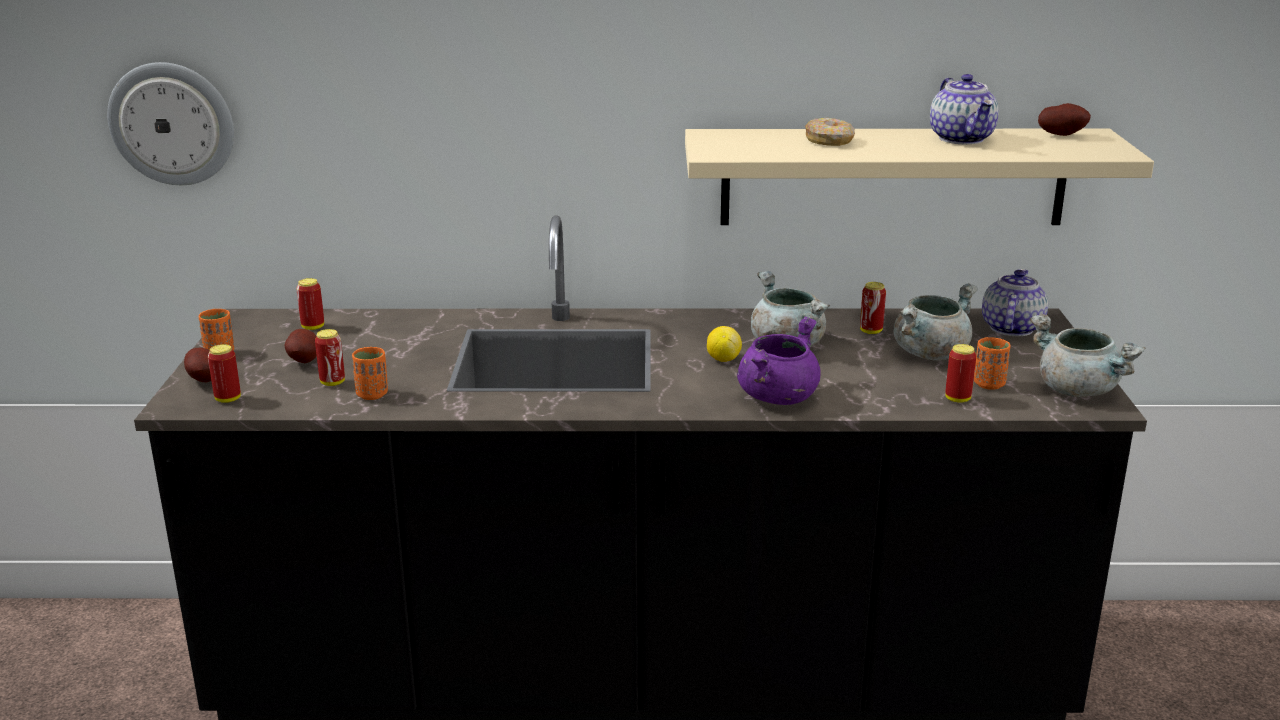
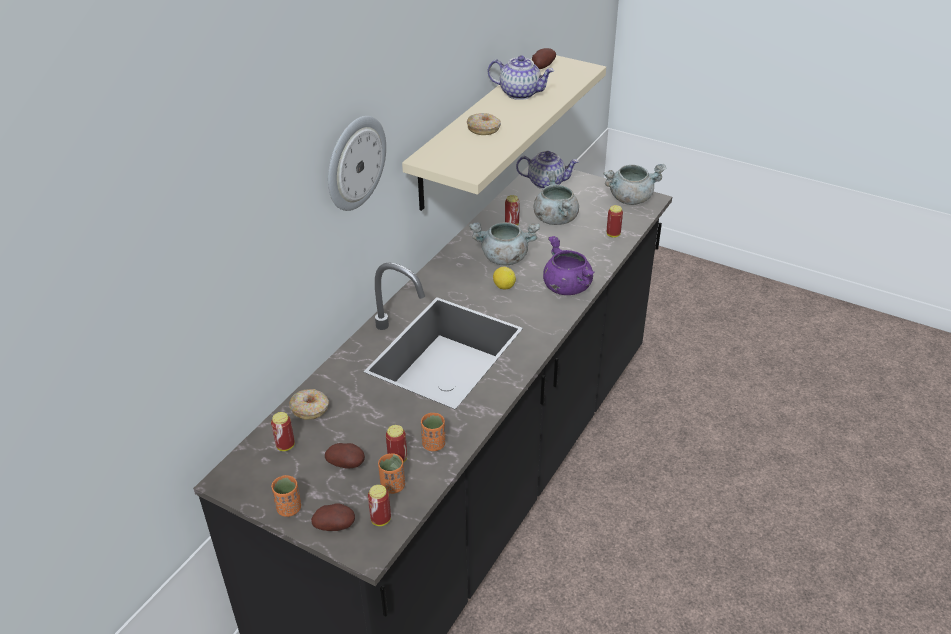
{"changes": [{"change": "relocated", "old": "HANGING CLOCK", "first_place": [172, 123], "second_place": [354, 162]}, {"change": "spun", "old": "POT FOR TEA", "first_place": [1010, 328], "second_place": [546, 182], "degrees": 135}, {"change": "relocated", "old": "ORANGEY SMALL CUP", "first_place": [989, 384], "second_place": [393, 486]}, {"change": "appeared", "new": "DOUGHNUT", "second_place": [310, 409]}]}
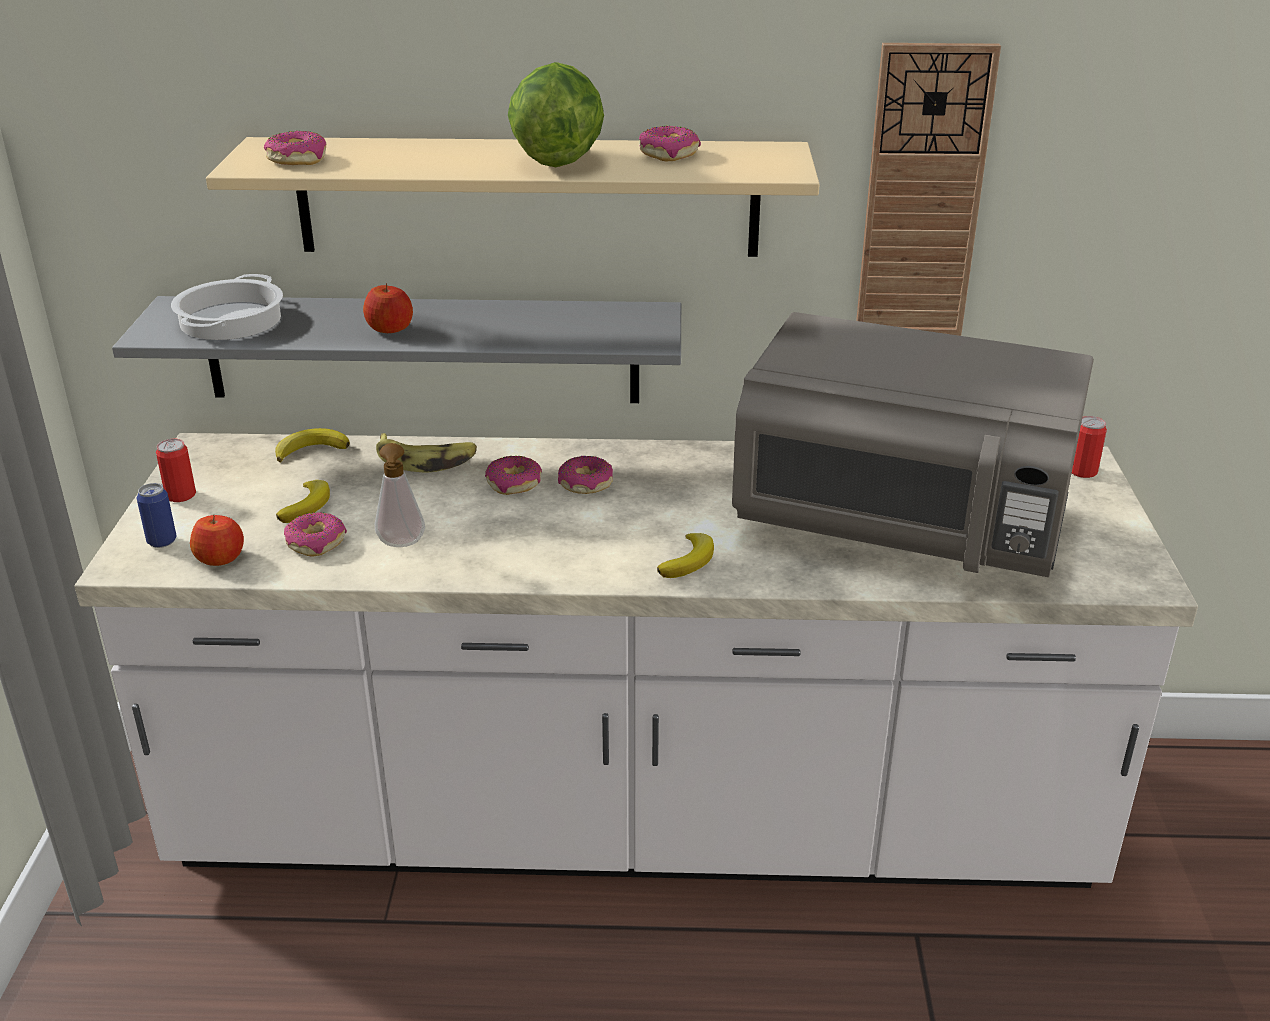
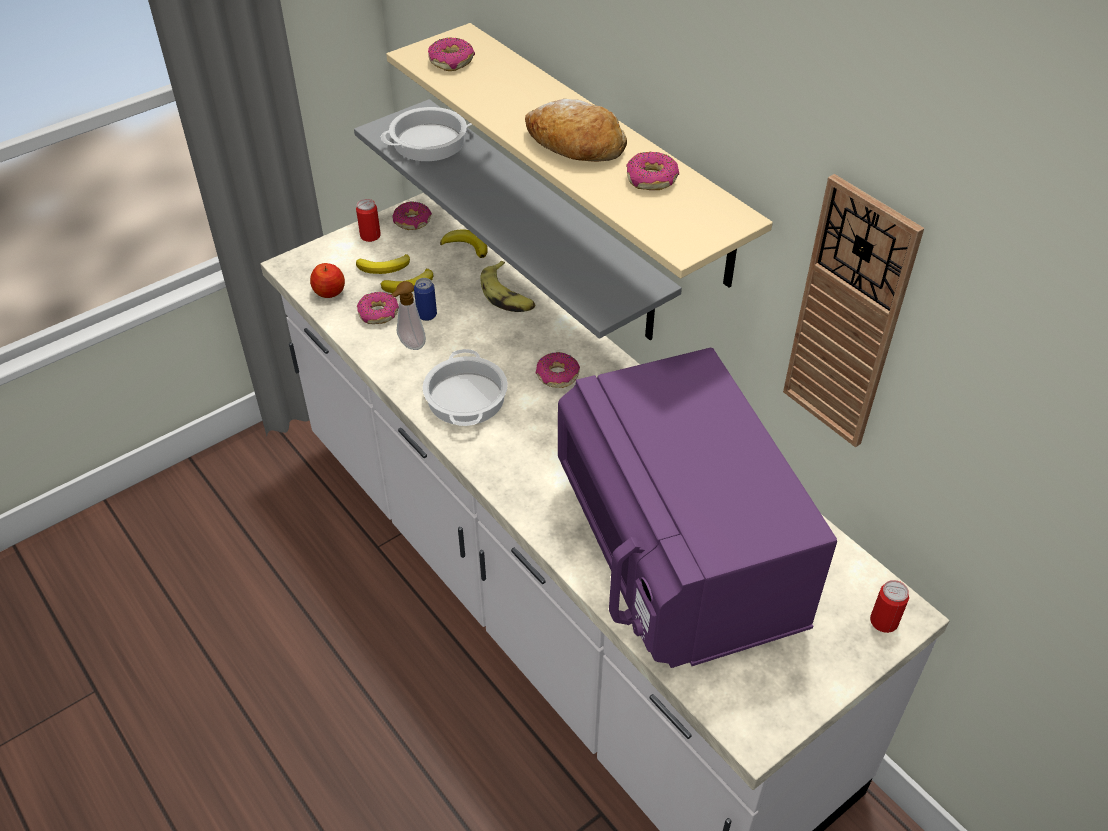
{"changes": [{"change": "exchanged", "old": "LETTUCE HEAD", "new": "BAKERY BREAD", "first_place": [557, 161], "second_place": [574, 145]}, {"change": "missing", "old": "APPLE FRUIT", "first_place": [390, 329]}, {"change": "colour", "old": "GREYISH MICROWAVE OVEN", "new": "PURPLE-COLOURED MICROWAVE OVEN", "first_place": [901, 528], "second_place": [676, 555]}, {"change": "relocated", "old": "DOUGHNUT", "first_place": [514, 483], "second_place": [412, 221]}, {"change": "relocated", "old": "CAN", "first_place": [162, 541], "second_place": [427, 315]}, {"change": "relocated", "old": "BANANA FRUIT", "first_place": [689, 560], "second_place": [385, 267]}, {"change": "appeared", "new": "SAUCEPOT", "second_place": [465, 397]}]}
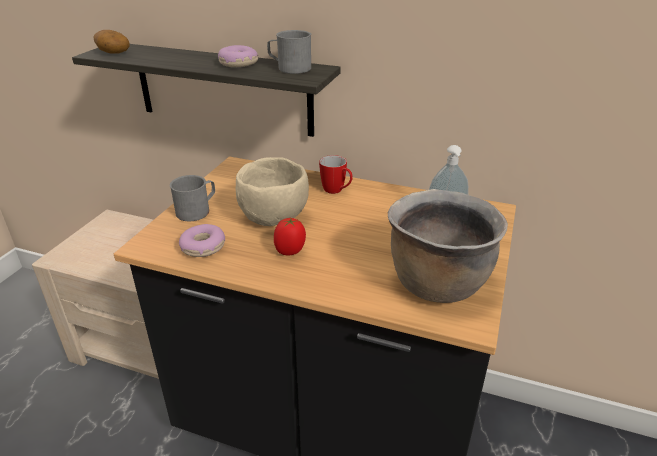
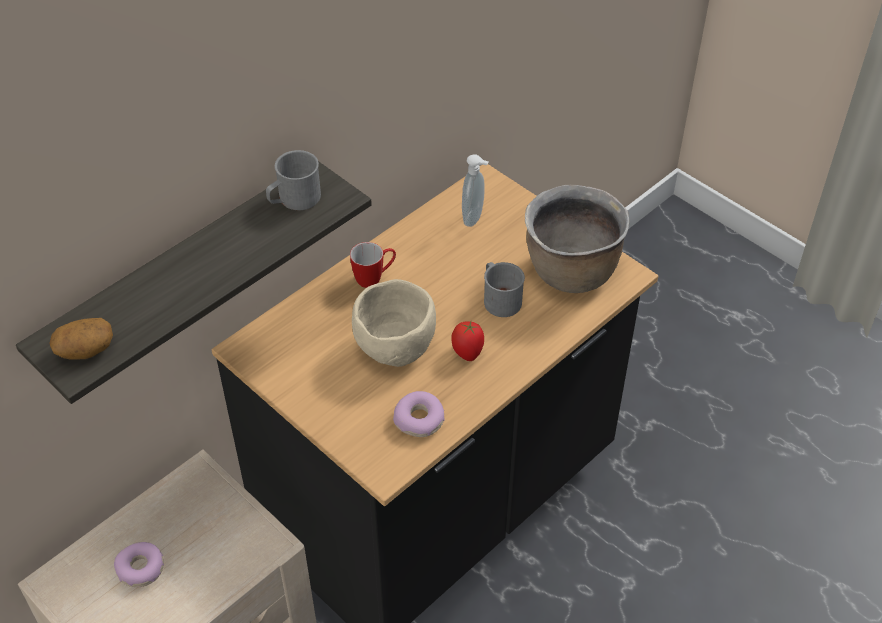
{"changes": [{"change": "relocated", "old": "DOUGHNUT", "first_place": [238, 63], "second_place": [141, 569]}, {"change": "relocated", "old": "GREYISH MUG", "first_place": [197, 210], "second_place": [499, 298]}]}
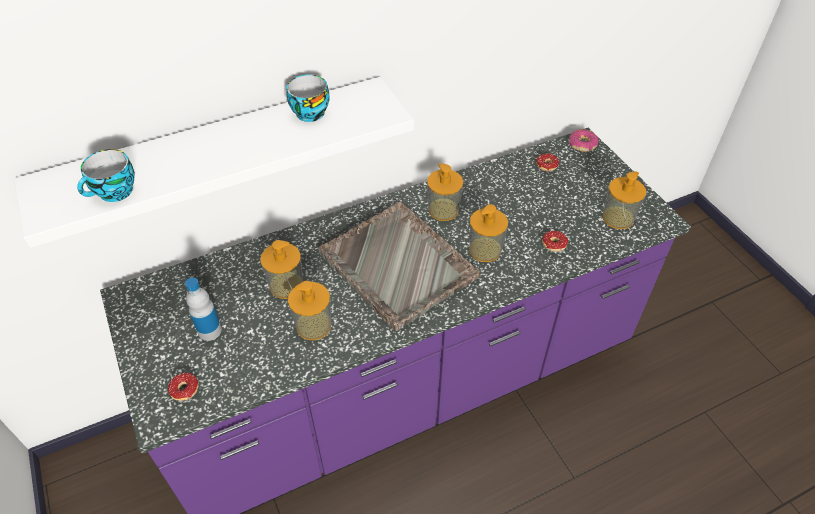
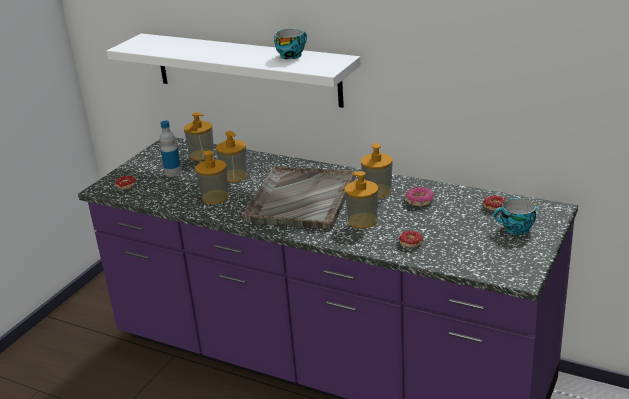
{"changes": [{"change": "relocated", "old": "DOUGHNUT", "first_place": [582, 144], "second_place": [419, 201]}, {"change": "relocated", "old": "SMALL CUP", "first_place": [114, 193], "second_place": [515, 229]}, {"change": "relocated", "old": "SOAP BOTTLE", "first_place": [618, 218], "second_place": [202, 155]}]}
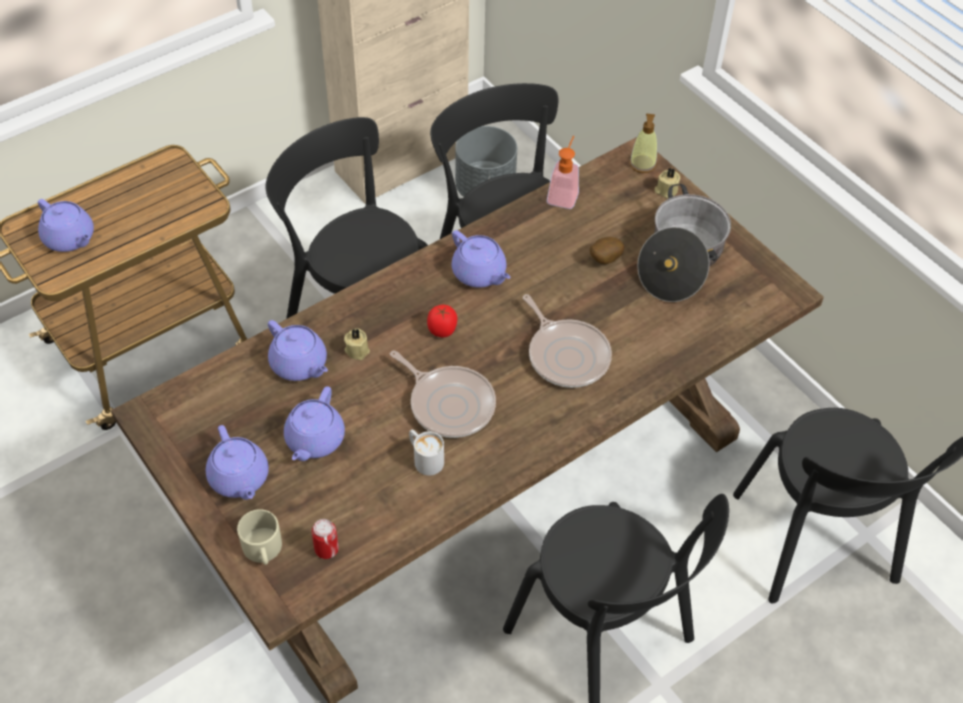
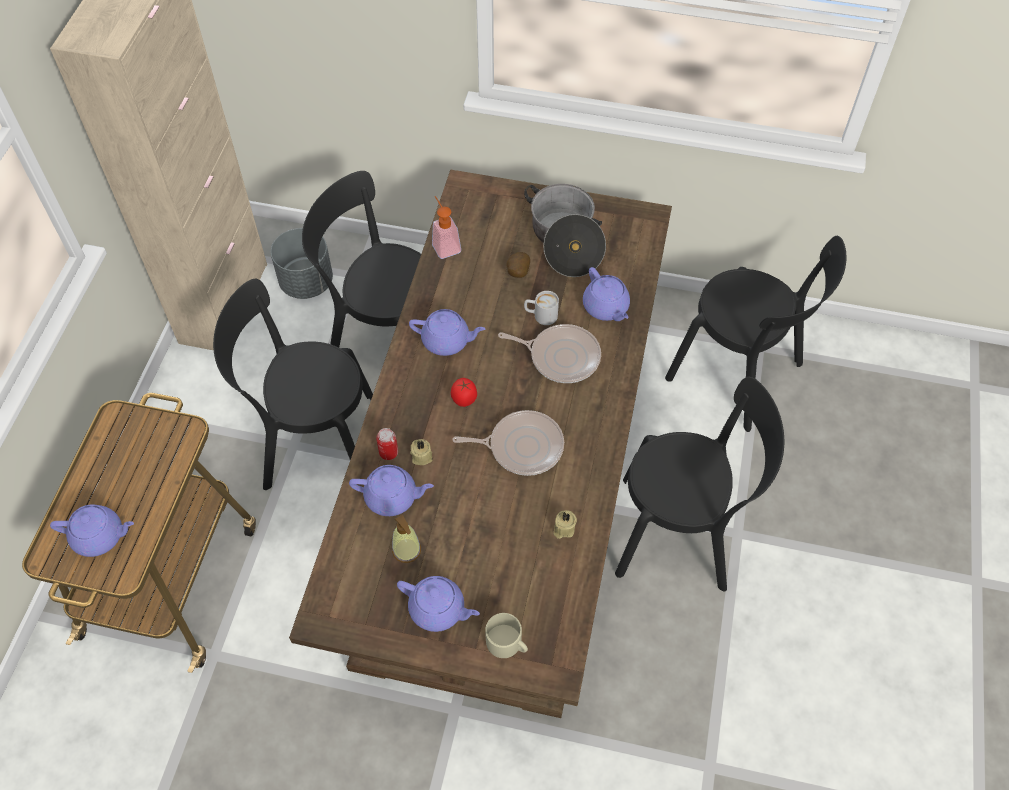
{"changes": [{"change": "relocated", "old": "SOAP BOTTLE", "first_place": [642, 164], "second_place": [407, 550]}, {"change": "relocated", "old": "BEIGE-COLOURED WAX CANDLE", "first_place": [666, 190], "second_place": [563, 529]}, {"change": "relocated", "old": "PURPLE-COLOURED POT FOR TEA", "first_place": [314, 440], "second_place": [606, 307]}, {"change": "relocated", "old": "WHITISH MUG", "first_place": [424, 458], "second_place": [540, 315]}, {"change": "relocated", "old": "CAN", "first_place": [326, 549], "second_place": [388, 452]}]}
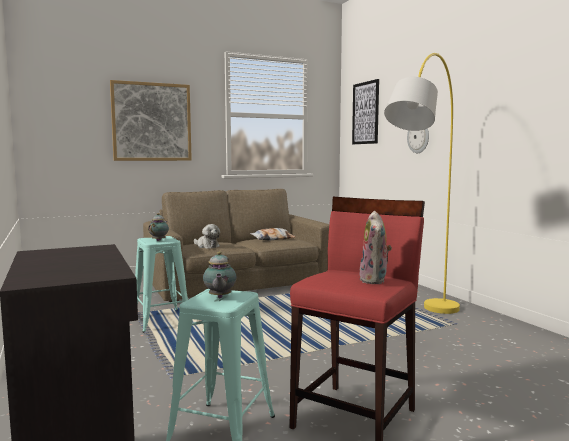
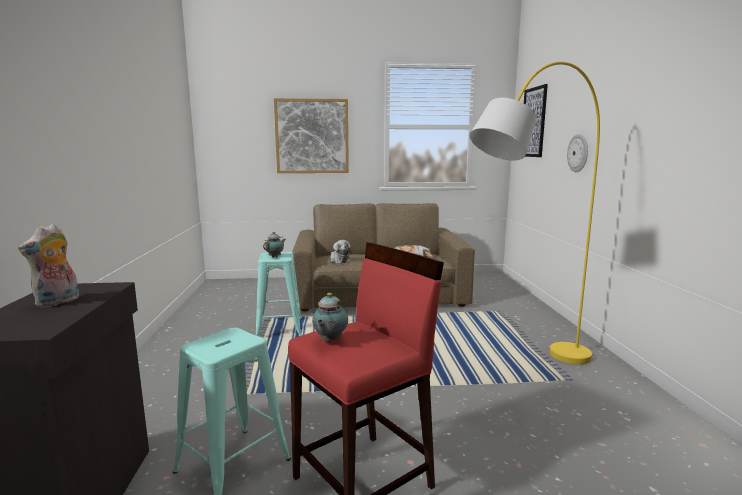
{"changes": [{"change": "relocated", "old": "PLUSH TOY", "first_place": [375, 280], "second_place": [58, 302]}, {"change": "relocated", "old": "POT FOR TEA", "first_place": [219, 297], "second_place": [329, 341]}]}
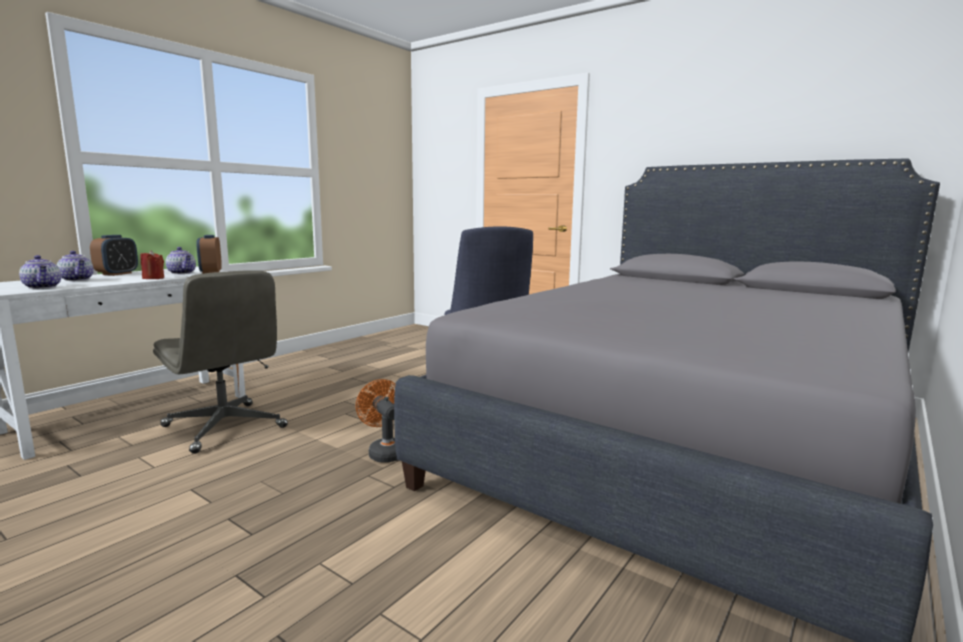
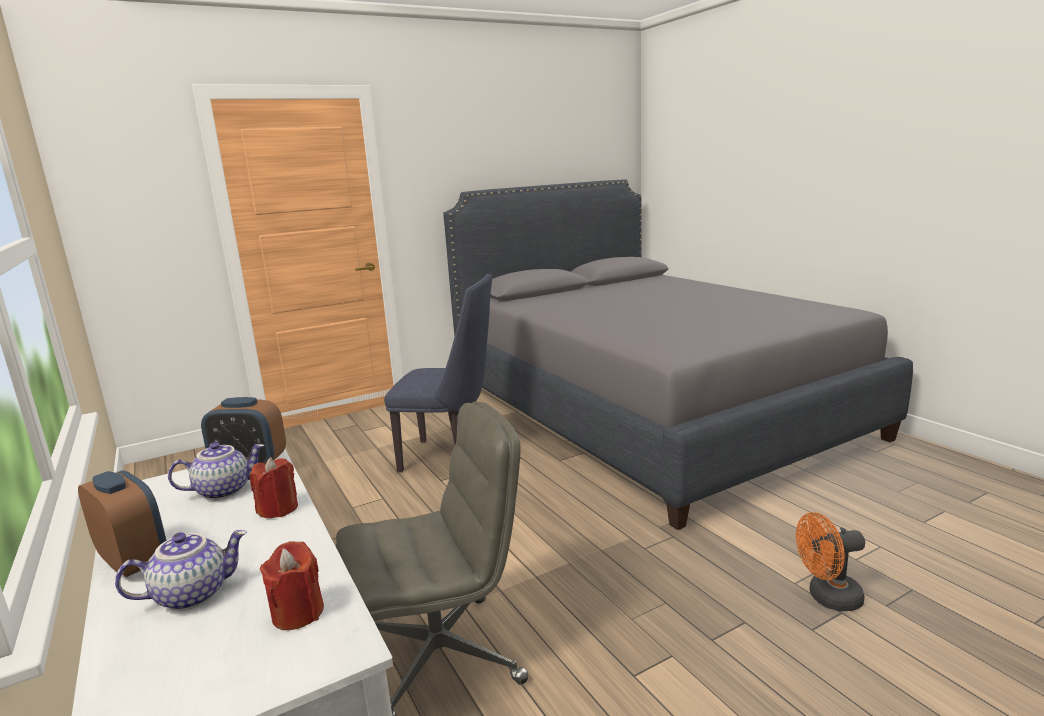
{"changes": [{"change": "exchanged", "old": "POT FOR TEA", "new": "RED-COLOURED WAX CANDLE", "first_place": [43, 287], "second_place": [298, 613]}, {"change": "relocated", "old": "ORANGEY COOLING FAN", "first_place": [385, 452], "second_place": [827, 598]}]}
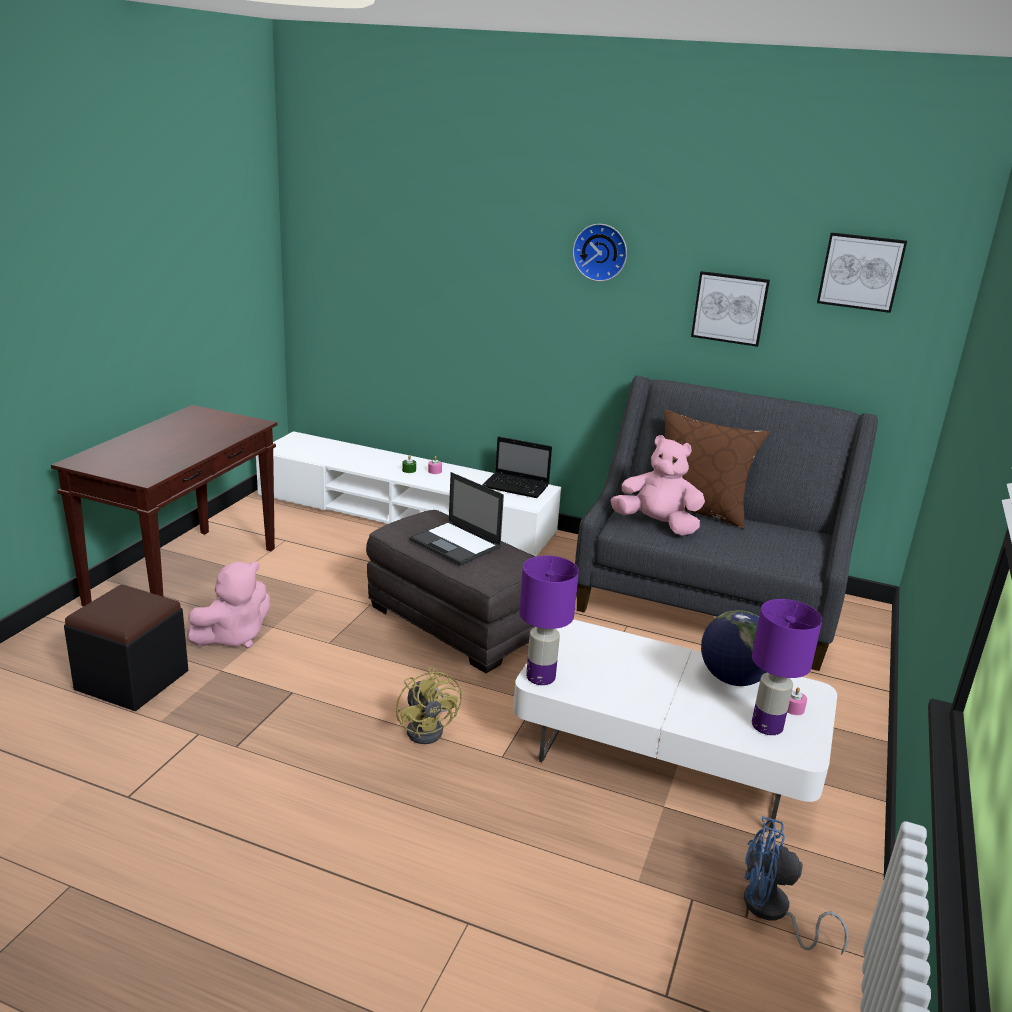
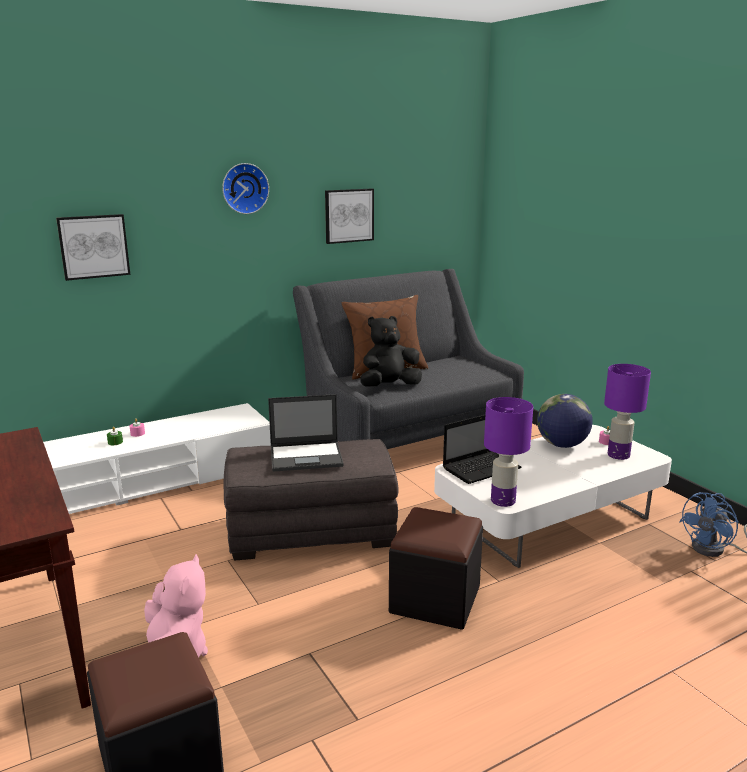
{"changes": [{"change": "relocated", "old": "PICTURE", "first_place": [861, 272], "second_place": [93, 246]}, {"change": "colour", "old": "PINK-COLOURED PLUSH TOY", "new": "BLACK PLUSH TOY", "first_place": [657, 525], "second_place": [389, 386]}, {"change": "relocated", "old": "NOTEBOOK COMPUTER", "first_place": [517, 486], "second_place": [482, 468]}, {"change": "exchanged", "old": "YELLOW COOLING FAN", "new": "BLACK POUFFE", "first_place": [429, 728], "second_place": [435, 599]}]}
